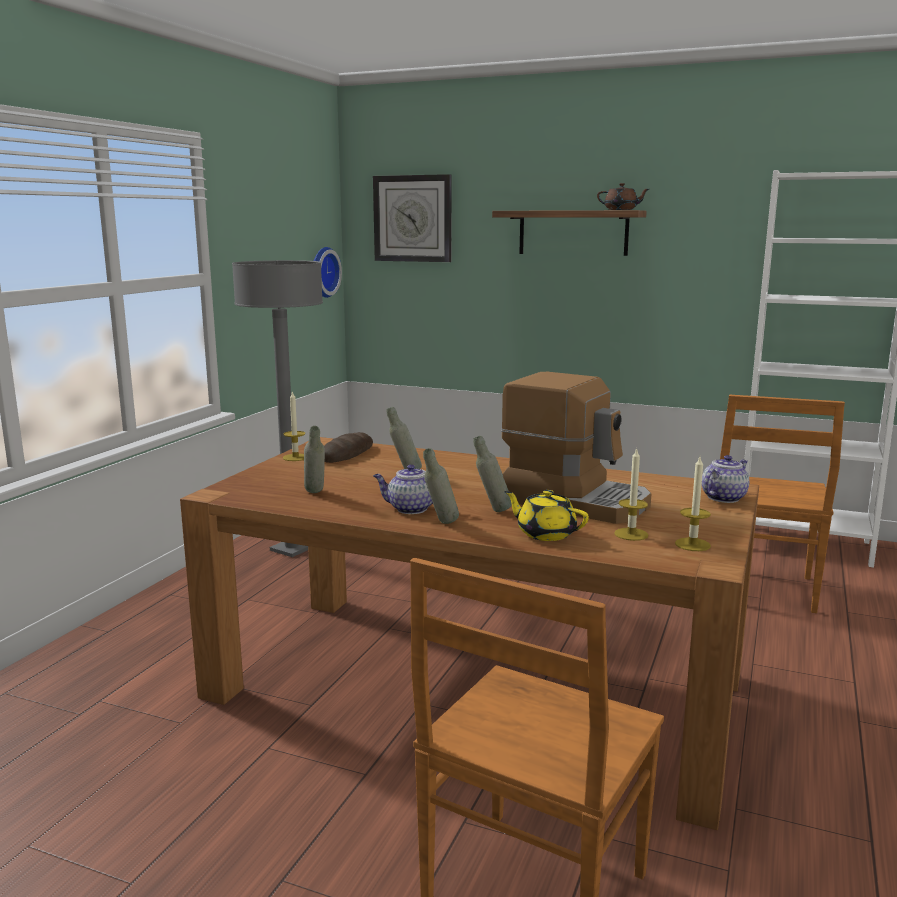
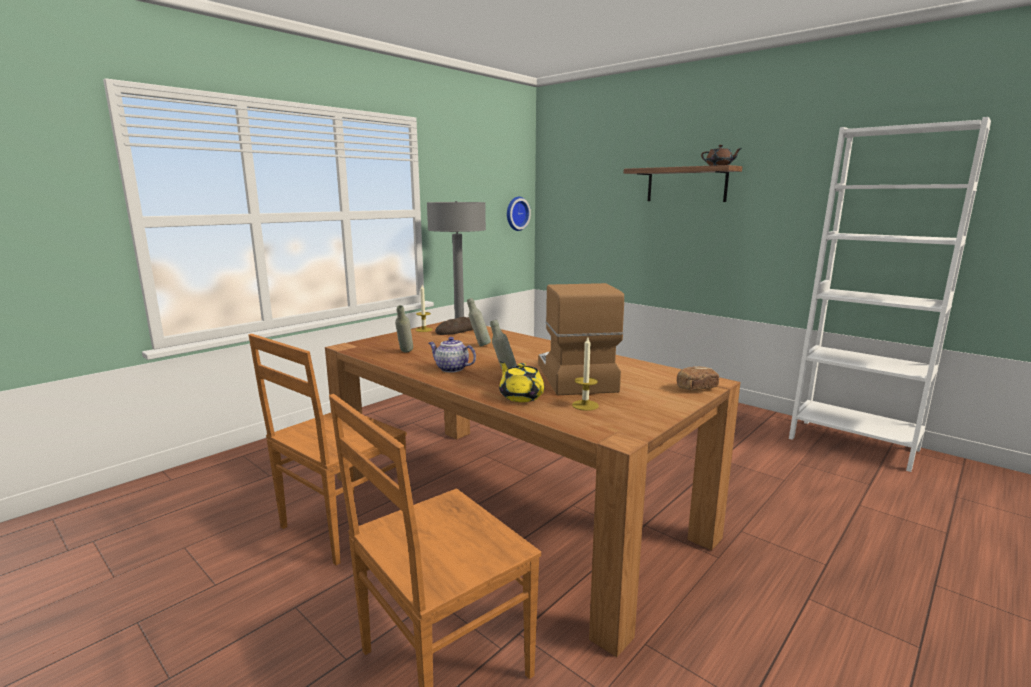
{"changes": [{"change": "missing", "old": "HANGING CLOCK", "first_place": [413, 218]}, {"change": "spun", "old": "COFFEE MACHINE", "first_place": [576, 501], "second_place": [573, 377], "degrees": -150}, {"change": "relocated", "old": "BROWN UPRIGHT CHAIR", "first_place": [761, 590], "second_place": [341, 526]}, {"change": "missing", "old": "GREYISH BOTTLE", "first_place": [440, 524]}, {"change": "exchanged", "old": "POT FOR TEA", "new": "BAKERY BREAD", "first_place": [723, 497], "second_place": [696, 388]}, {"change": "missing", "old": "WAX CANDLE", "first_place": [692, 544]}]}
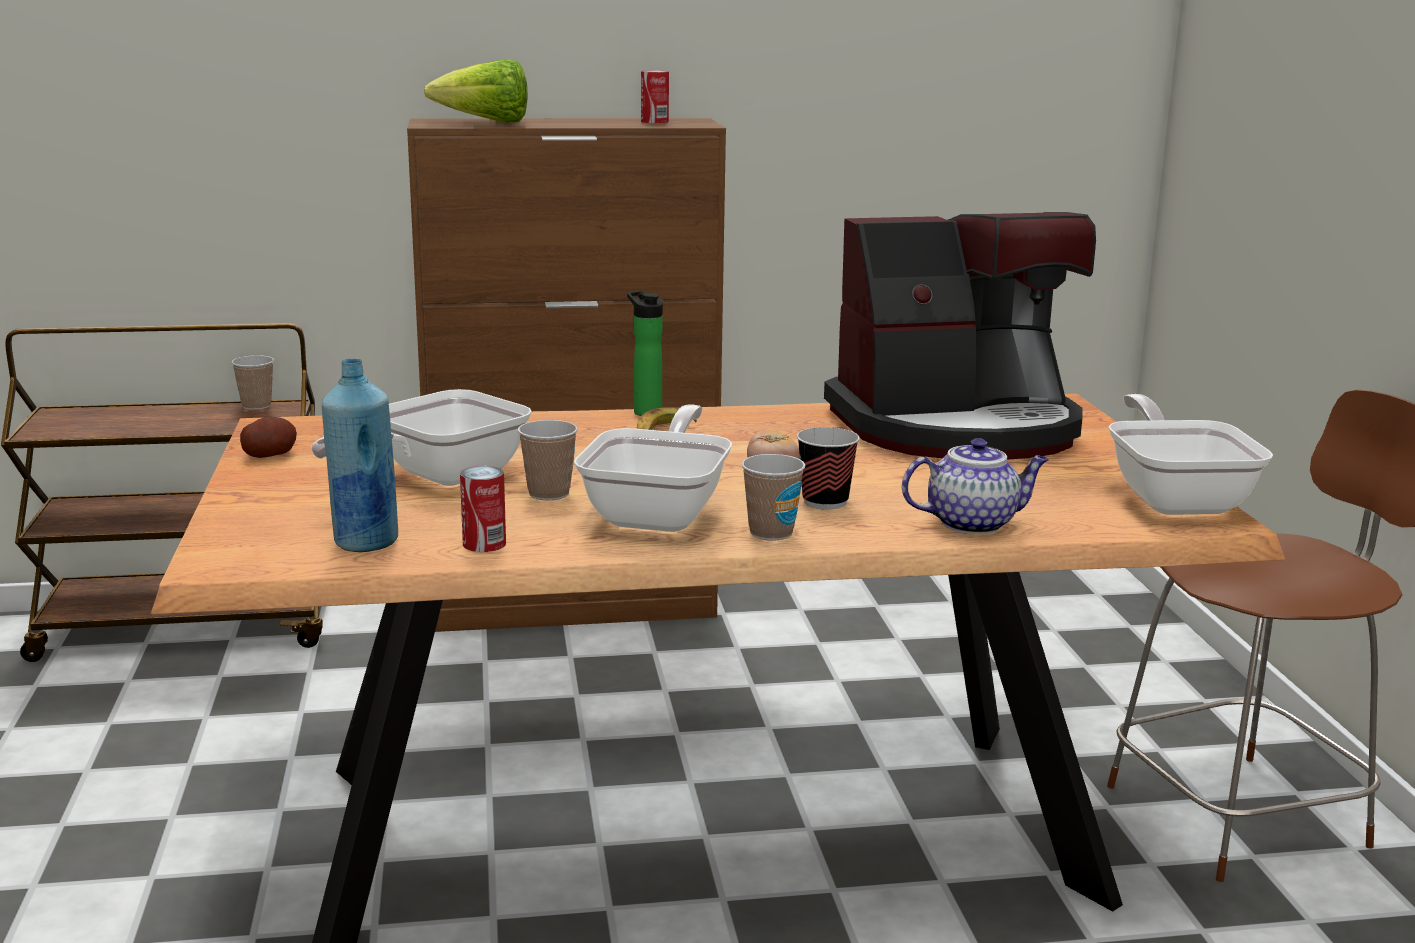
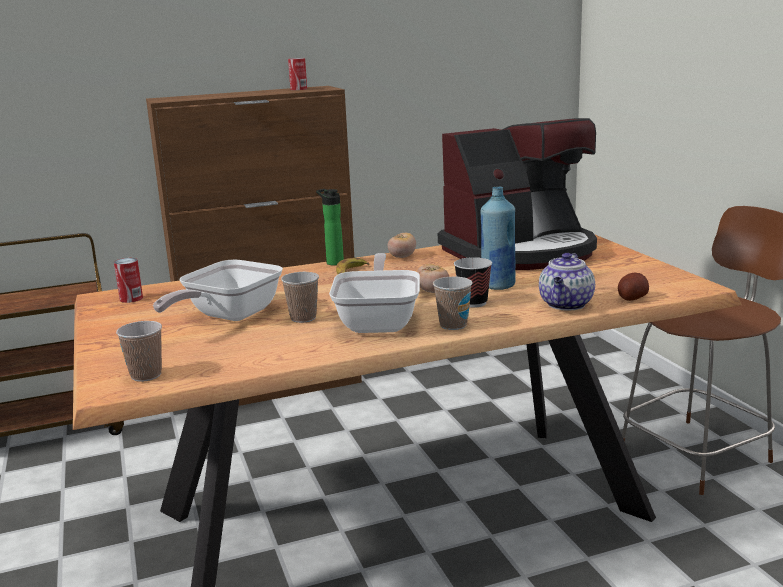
{"changes": [{"change": "missing", "old": "LETTUCE HEAD", "first_place": [486, 123]}, {"change": "relocated", "old": "SMALL CUP", "first_place": [256, 406], "second_place": [146, 375]}, {"change": "relocated", "old": "BLUE BOTTLE", "first_place": [365, 543], "second_place": [498, 285]}, {"change": "missing", "old": "SKILLET", "first_place": [1175, 498]}, {"change": "relocated", "old": "WHOLE POTATO", "first_place": [270, 455], "second_place": [632, 298]}, {"change": "spun", "old": "POT FOR TEA", "first_place": [973, 523], "second_place": [566, 305], "degrees": 135}, {"change": "relocated", "old": "CAN", "first_place": [484, 544], "second_place": [131, 298]}, {"change": "appeared", "new": "WHOLE TOMATO", "second_place": [402, 257]}]}
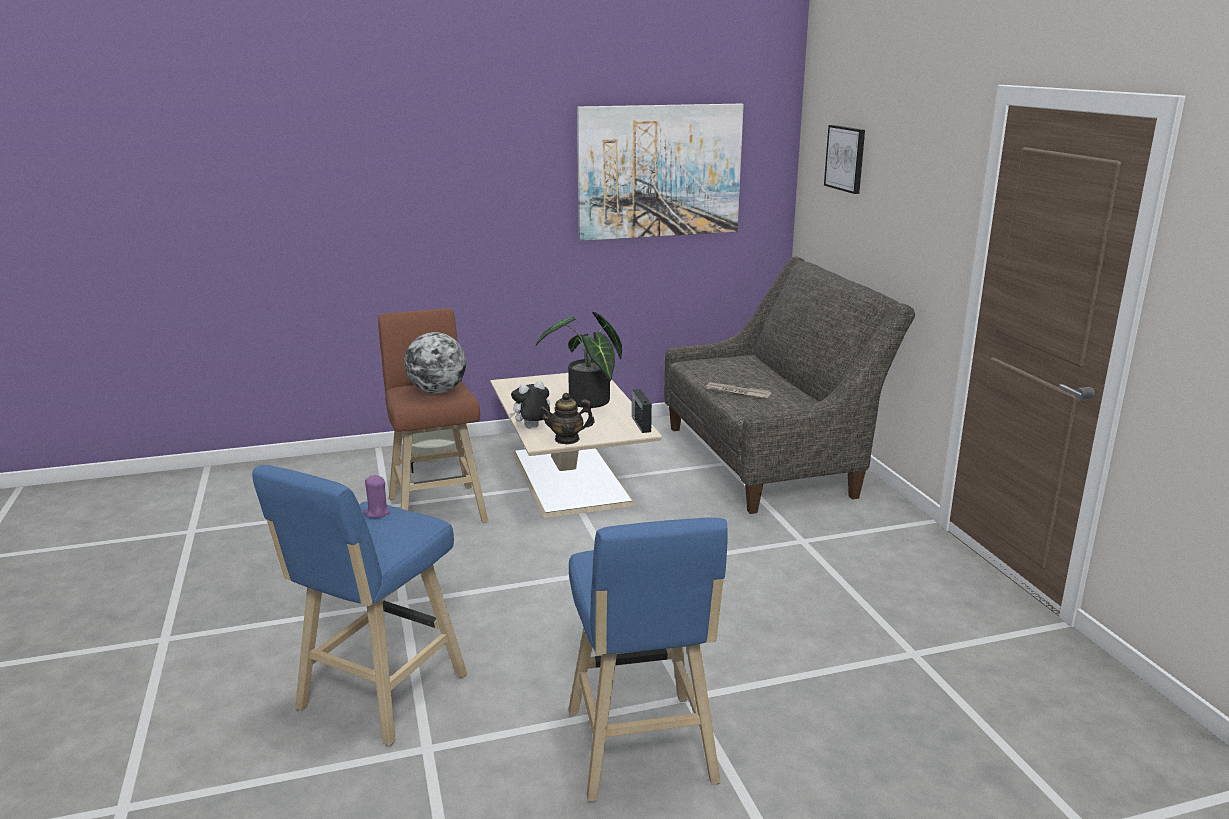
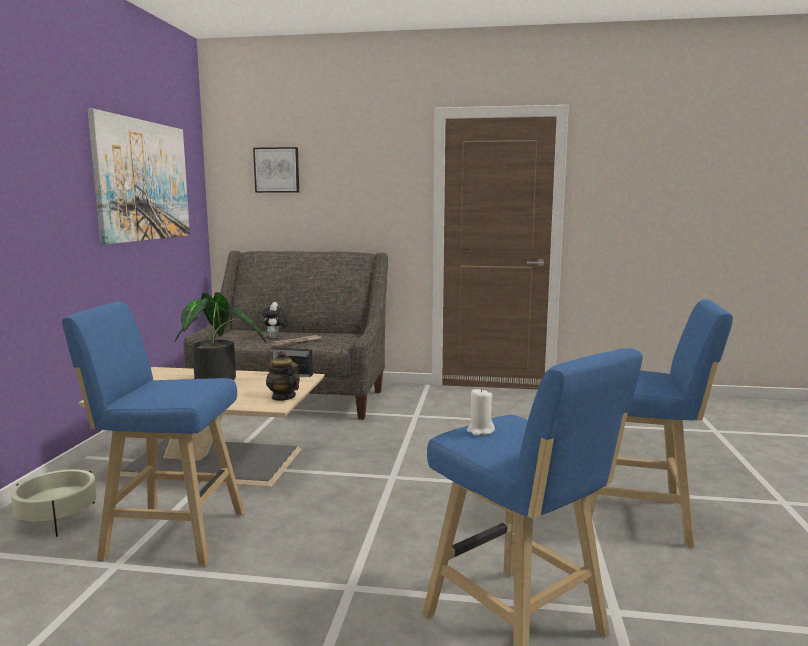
{"changes": [{"change": "colour", "old": "BROWN SITTING STOOL", "new": "BLUE SITTING STOOL", "first_place": [437, 507], "second_place": [169, 535]}, {"change": "missing", "old": "DESK GLOBE", "first_place": [437, 391]}, {"change": "relocated", "old": "PLUSH TOY", "first_place": [531, 428], "second_place": [275, 337]}, {"change": "spun", "old": "POT FOR TEA", "first_place": [567, 439], "second_place": [283, 397], "degrees": 120}, {"change": "colour", "old": "PURPLE-COLOURED WAX CANDLE", "new": "WHITISH WAX CANDLE", "first_place": [377, 513], "second_place": [480, 431]}]}
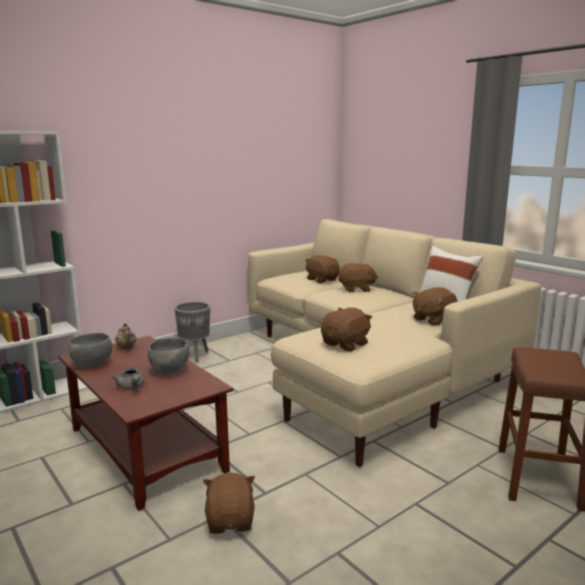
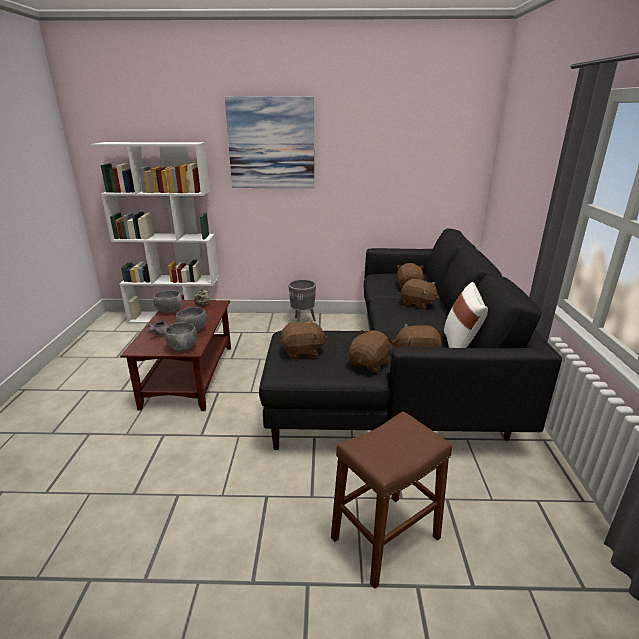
{"changes": [{"change": "colour", "old": "BEIGE-COLOURED COUCH", "new": "BLACK COUCH", "first_place": [369, 369], "second_place": [406, 378]}, {"change": "relocated", "old": "BROWN PLUSH TOY", "first_place": [231, 521], "second_place": [370, 364]}, {"change": "appeared", "new": "PICTURE", "second_place": [271, 143]}, {"change": "appeared", "new": "GREYISH DEEP DISH", "second_place": [182, 348]}]}
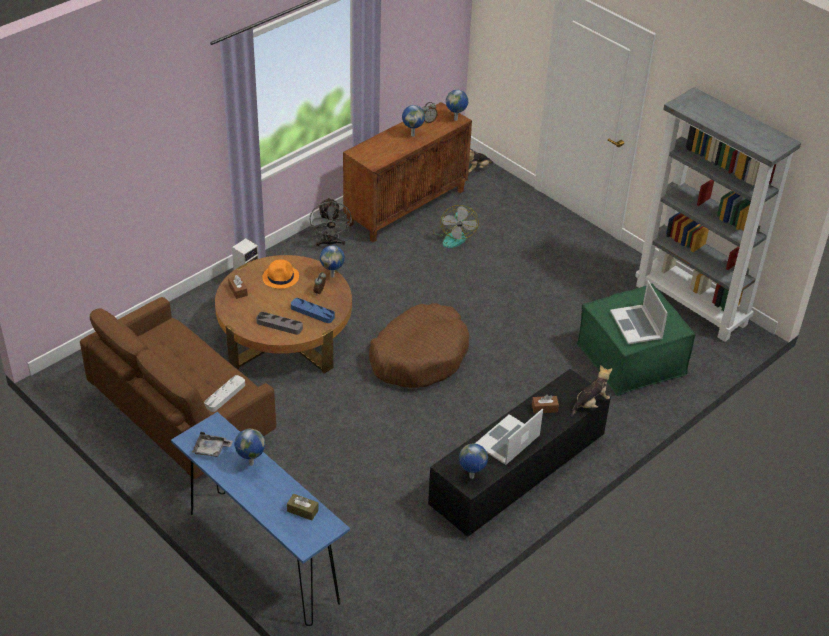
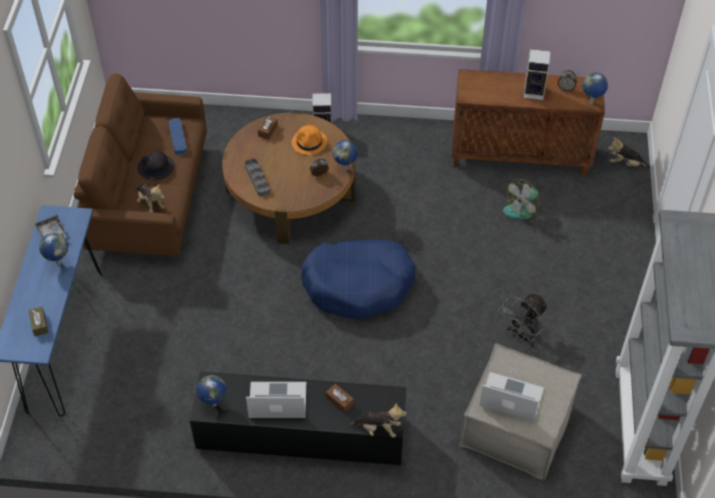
{"changes": [{"change": "exchanged", "old": "DESK GLOBE", "new": "SPEAKER", "first_place": [413, 135], "second_place": [534, 92]}, {"change": "relocated", "old": "GREYISH COOLING FAN", "first_place": [330, 243], "second_place": [521, 336]}, {"change": "spun", "old": "NOTEBOOK COMPUTER", "first_place": [636, 324], "second_place": [511, 398], "degrees": 75}, {"change": "colour", "old": "GREEN-COLOURED POUFFE", "new": "BEIGE-COLOURED POUFFE", "first_place": [631, 359], "second_place": [516, 426]}, {"change": "relocated", "old": "BLUE TRAY", "first_place": [312, 312], "second_place": [178, 138]}, {"change": "colour", "old": "BROWN DOG CUSHION", "new": "BLUE DOG CUSHION", "first_place": [419, 356], "second_place": [358, 284]}, {"change": "exchanged", "old": "GREYISH TRAY", "new": "PLUSH TOY", "first_place": [225, 395], "second_place": [150, 203]}, {"change": "appeared", "new": "BLACK WEARABLE HAT", "second_place": [155, 167]}]}
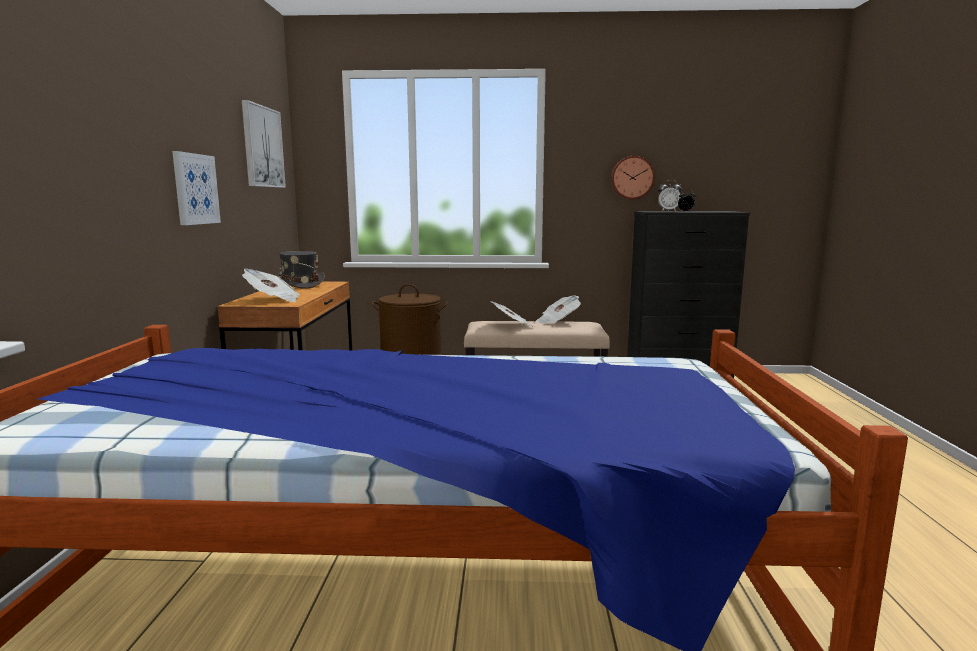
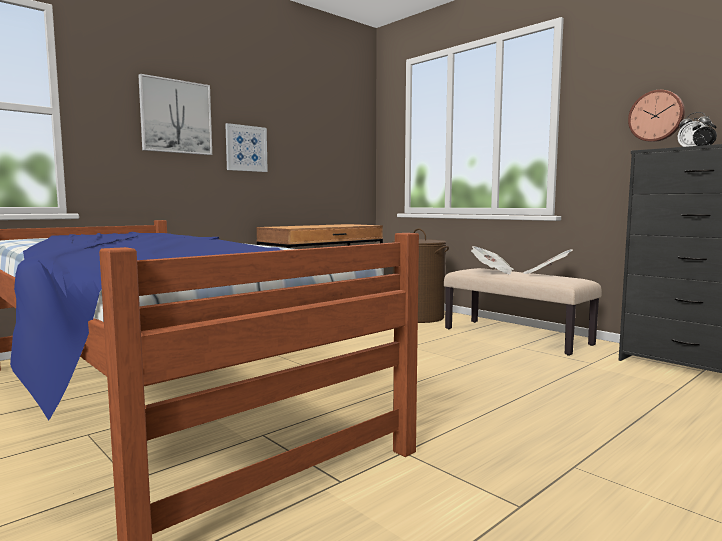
{"changes": [{"change": "relocated", "old": "PICTURE", "first_place": [262, 147], "second_place": [176, 117]}, {"change": "missing", "old": "GREYISH WEARABLE HAT", "first_place": [300, 285]}, {"change": "missing", "old": "DAILY PAPER", "first_place": [273, 300]}]}
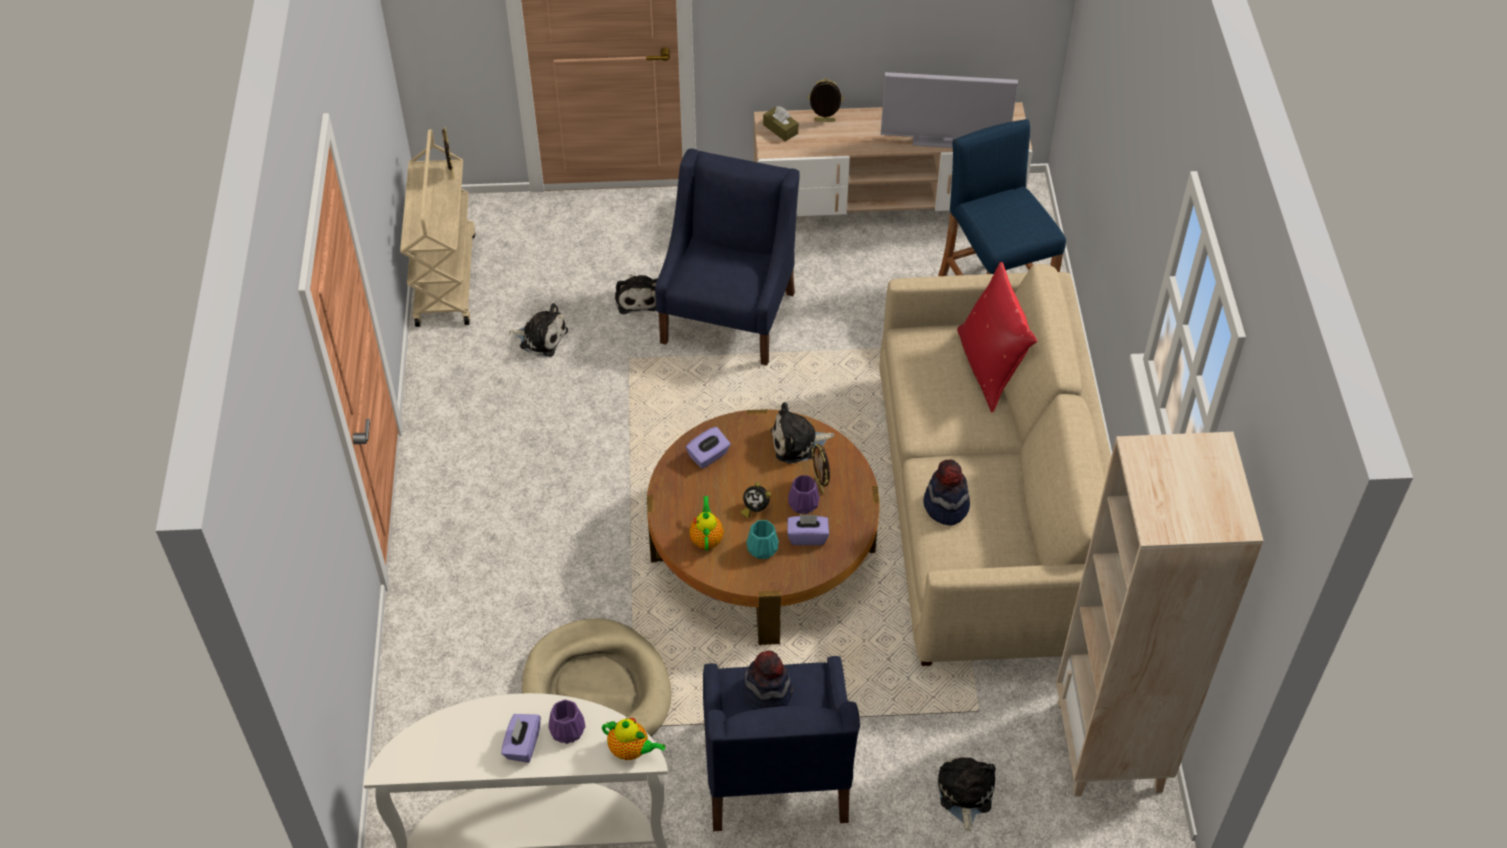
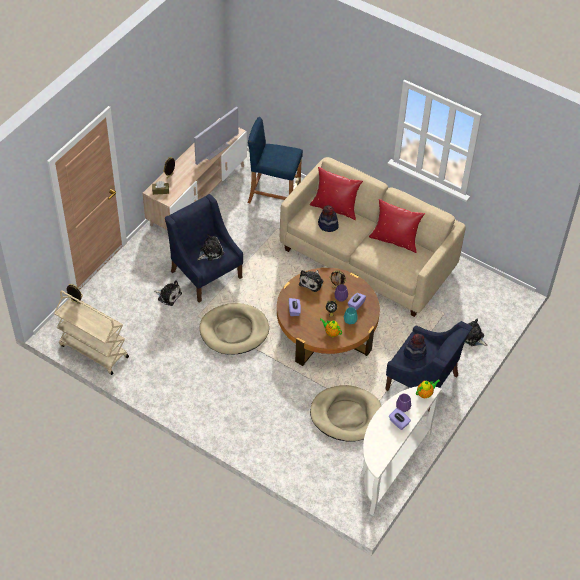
{"changes": [{"change": "relocated", "old": "PLUSH TOY", "first_place": [541, 338], "second_place": [210, 252]}, {"change": "missing", "old": "BEIGE-COLOURED SHELVING UNIT", "first_place": [1110, 747]}, {"change": "relocated", "old": "WEARABLE HAT", "first_place": [945, 506], "second_place": [328, 225]}, {"change": "appeared", "new": "RED-COLOURED CUSHION", "second_place": [395, 240]}, {"change": "appeared", "new": "BEIGE-COLOURED DOG CUSHION", "second_place": [234, 331]}]}
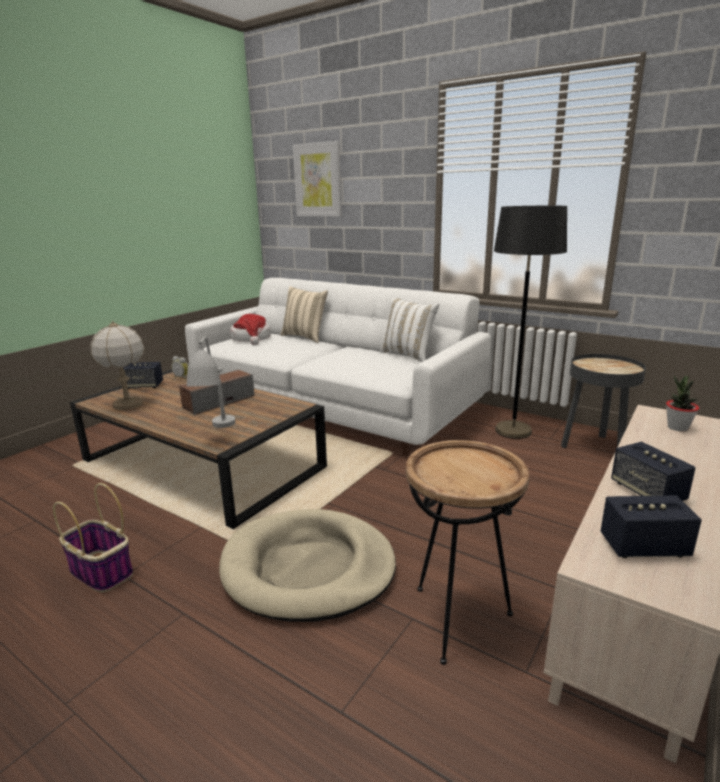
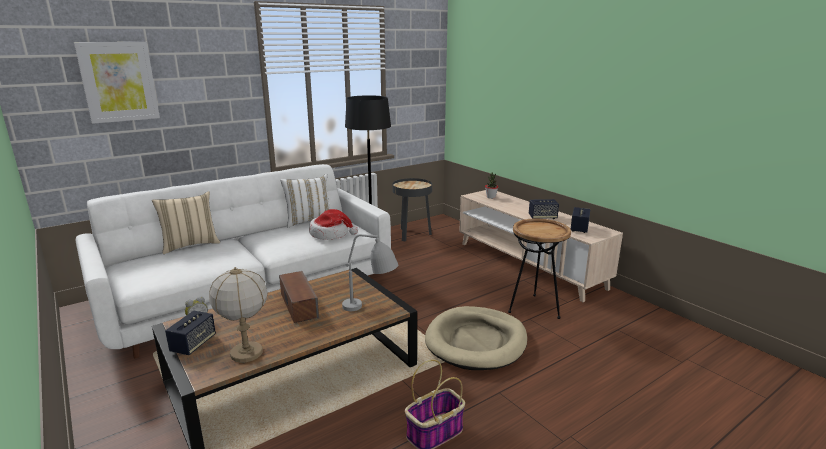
{"changes": [{"change": "relocated", "old": "WEARABLE HAT", "first_place": [251, 339], "second_place": [330, 234]}]}
